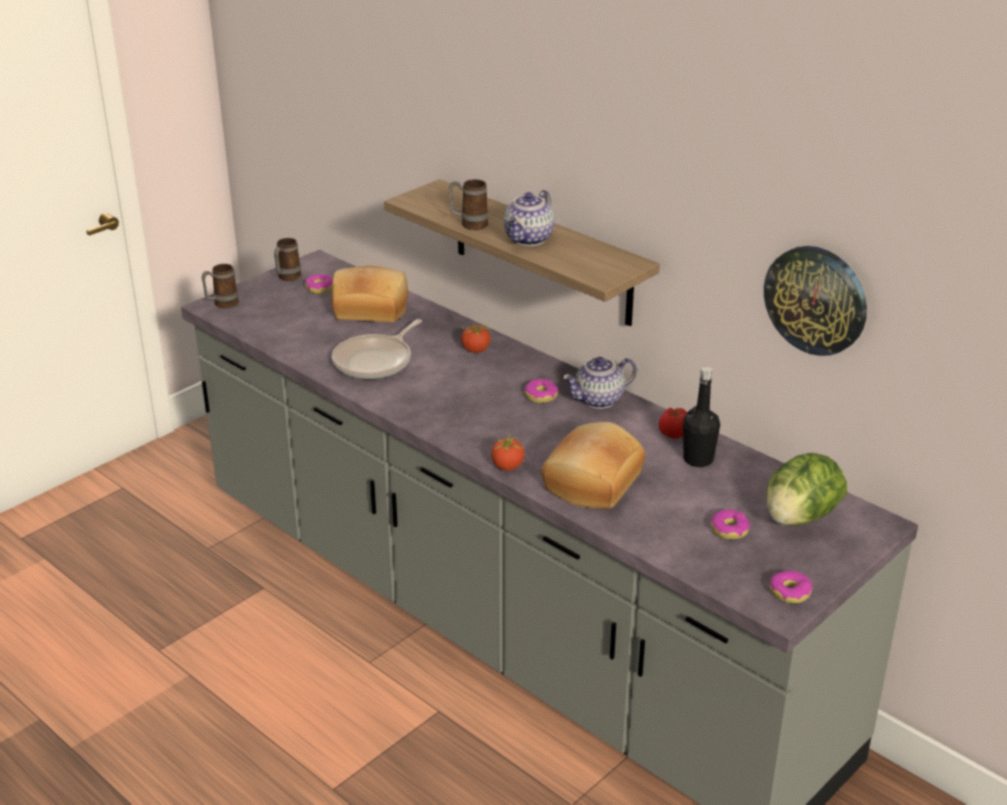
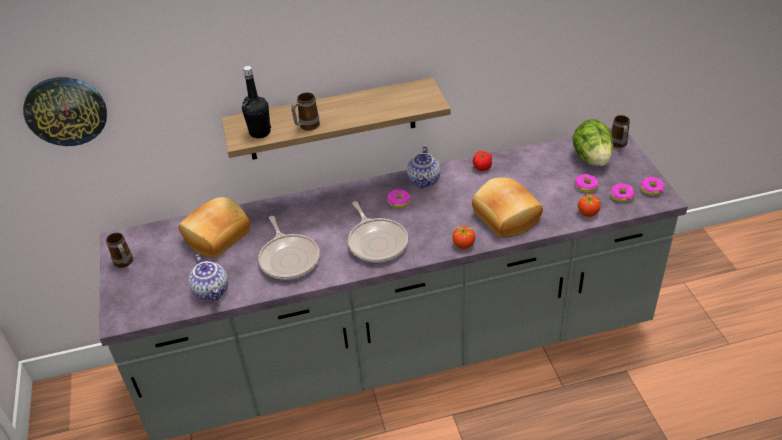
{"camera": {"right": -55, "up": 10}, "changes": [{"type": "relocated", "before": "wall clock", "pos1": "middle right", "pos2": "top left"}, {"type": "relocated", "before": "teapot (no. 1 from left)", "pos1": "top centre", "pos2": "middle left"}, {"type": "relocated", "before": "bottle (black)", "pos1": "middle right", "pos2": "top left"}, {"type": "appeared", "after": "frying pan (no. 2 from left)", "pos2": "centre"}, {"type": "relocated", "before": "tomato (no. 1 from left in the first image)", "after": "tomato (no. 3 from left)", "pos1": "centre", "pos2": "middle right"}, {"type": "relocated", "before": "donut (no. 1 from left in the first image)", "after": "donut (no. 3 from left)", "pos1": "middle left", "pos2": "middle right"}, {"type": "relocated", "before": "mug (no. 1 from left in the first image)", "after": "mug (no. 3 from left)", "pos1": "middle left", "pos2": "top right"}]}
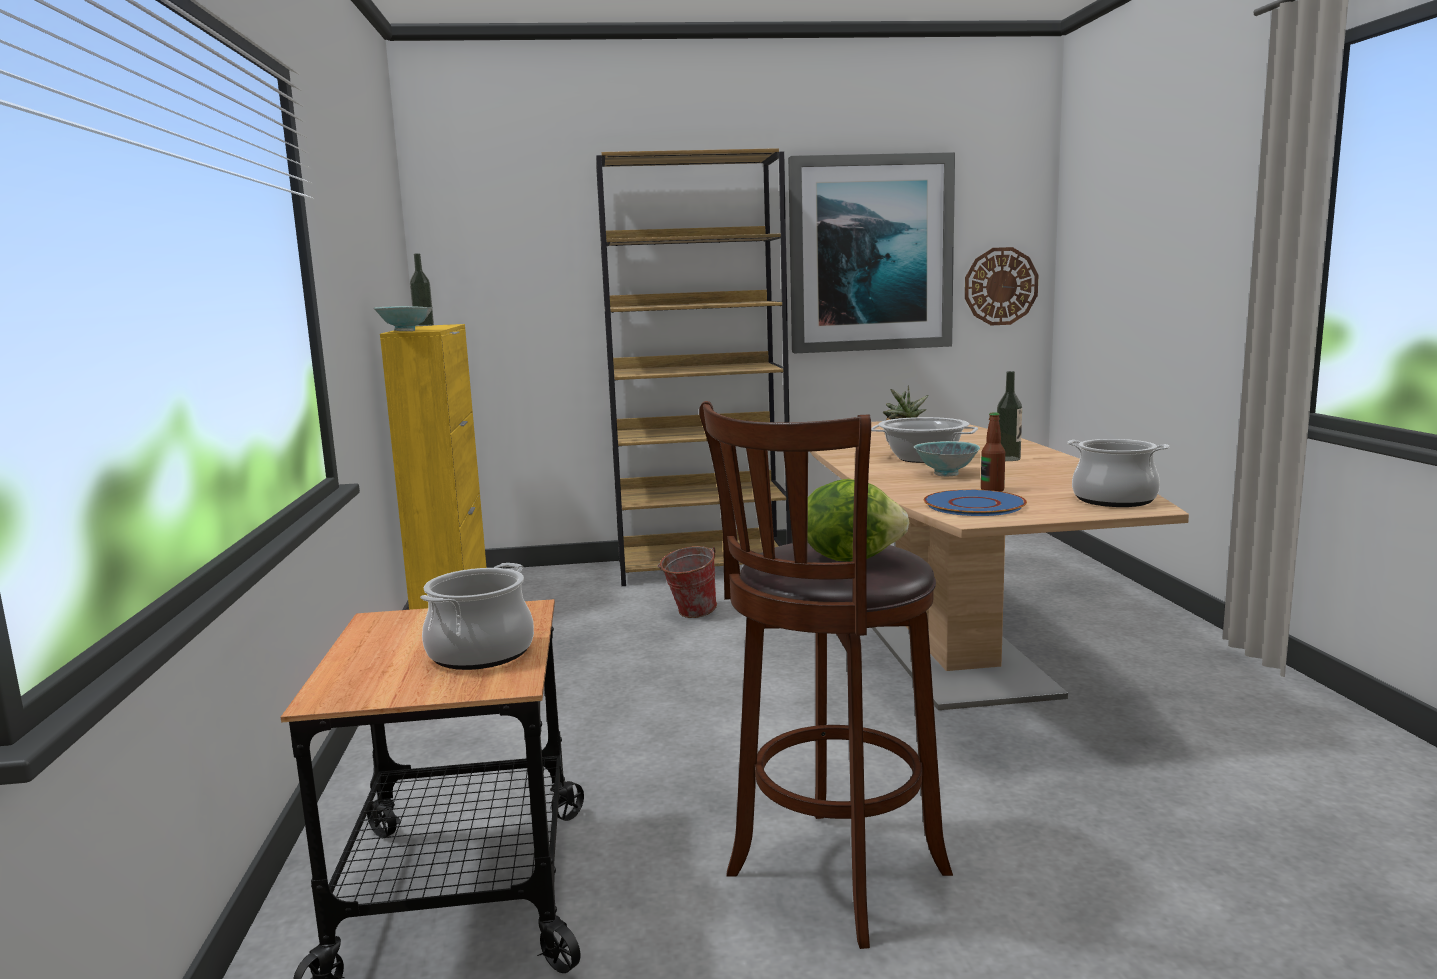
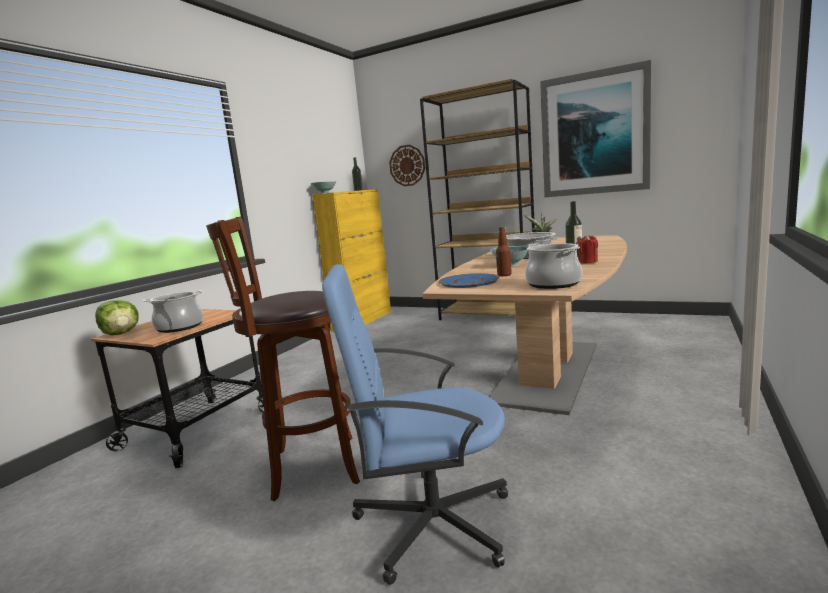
{"camera": {"right": 35, "up": 0}, "changes": [{"type": "relocated", "before": "lettuce", "pos1": "centre", "pos2": "middle left"}, {"type": "appeared", "after": "office chair (blue)", "pos2": "bottom centre"}, {"type": "relocated", "before": "wall clock", "pos1": "top right", "pos2": "top centre"}, {"type": "appeared", "after": "candle (red)", "pos2": "middle right"}, {"type": "missing", "before": "bucket", "pos1": "centre"}]}
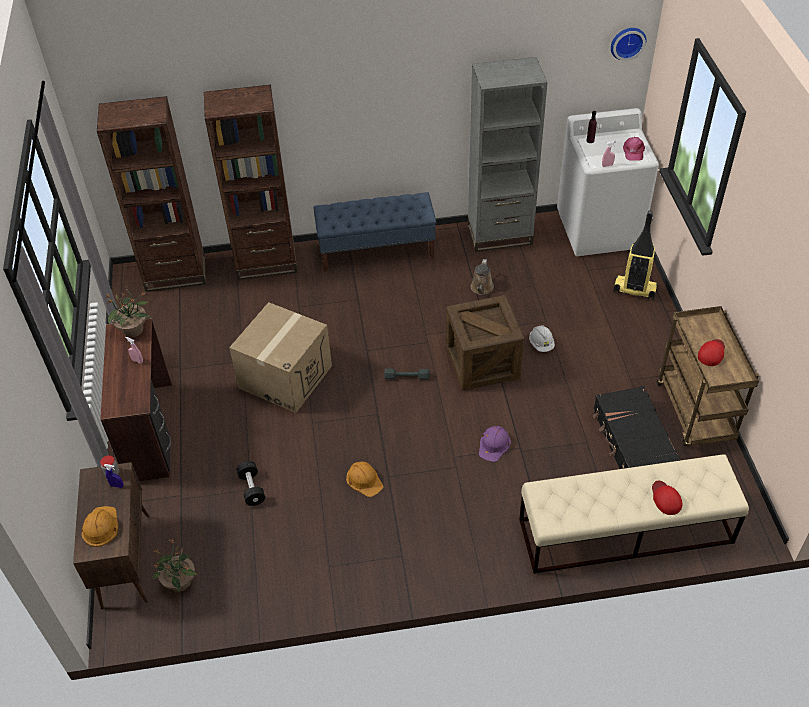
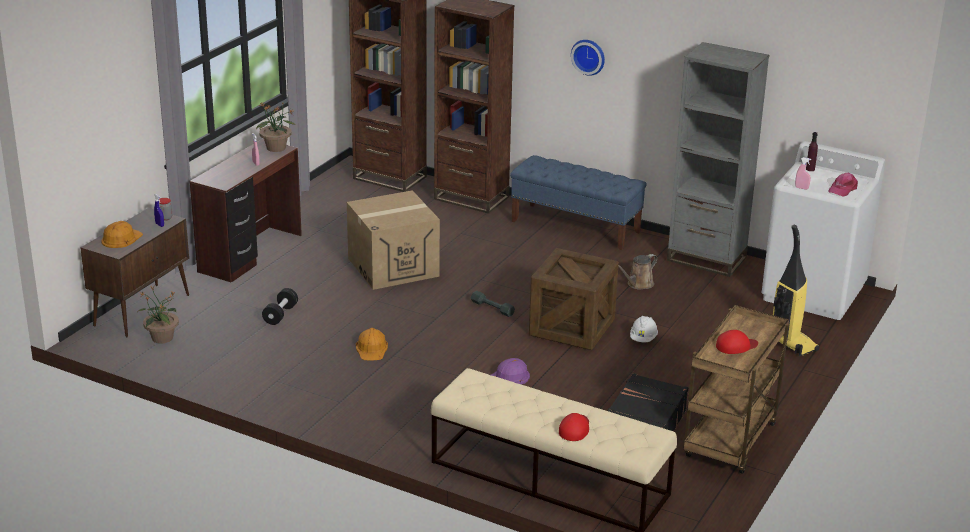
{"camera": {"right": 35, "up": -20}, "changes": [{"type": "relocated", "before": "wall clock", "pos1": "top right", "pos2": "top centre"}]}
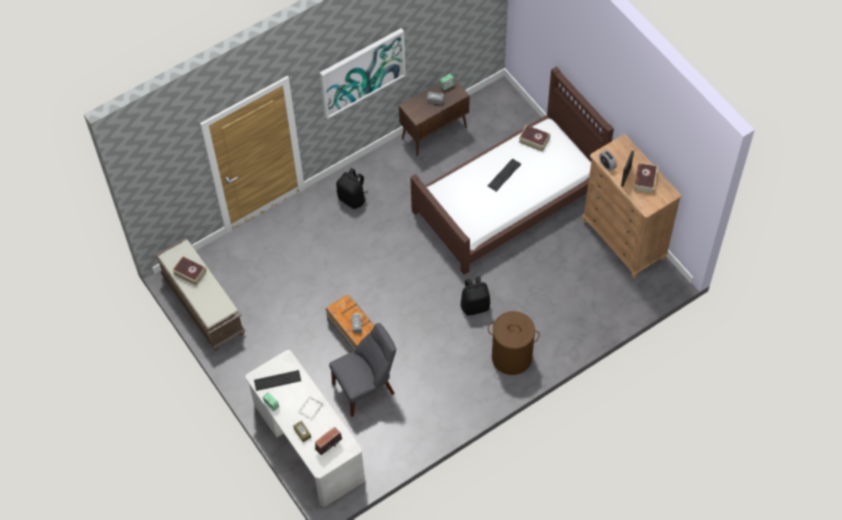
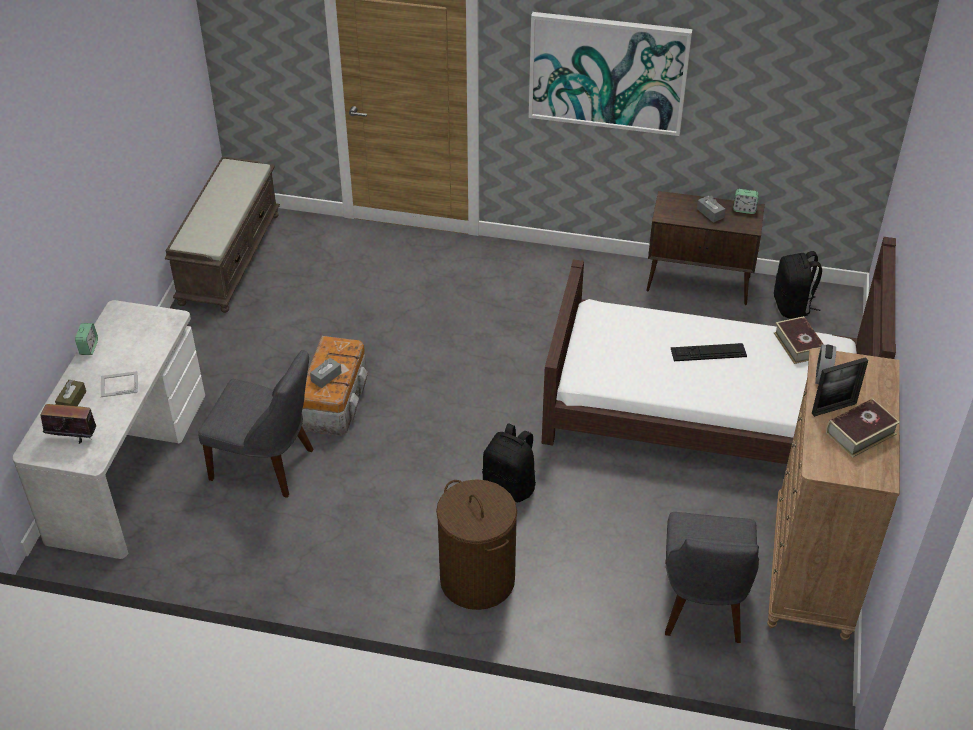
{"camera": {"right": 45, "up": -15}, "changes": [{"type": "appeared", "after": "chair (grey) (no. 2 from left)", "pos2": "bottom right"}, {"type": "relocated", "before": "backpack (black) (no. 1 from left in the first image)", "after": "backpack (black) (no. 2 from left)", "pos1": "centre", "pos2": "middle right"}, {"type": "missing", "before": "book (no. 1 from left)", "pos1": "middle left"}, {"type": "missing", "before": "keyboard (no. 1 from left)", "pos1": "bottom left"}]}
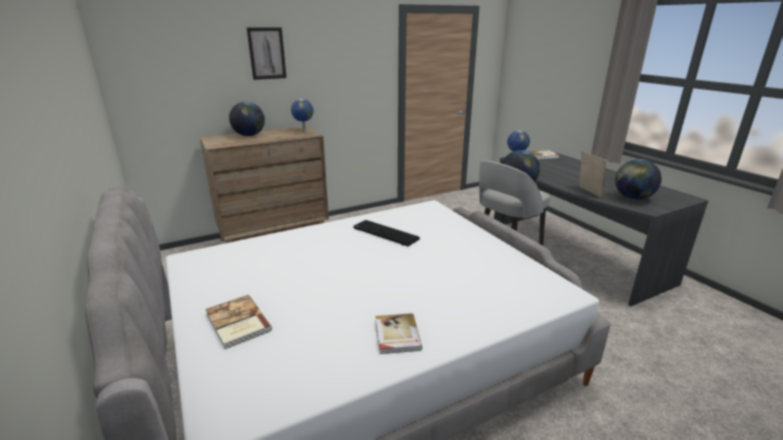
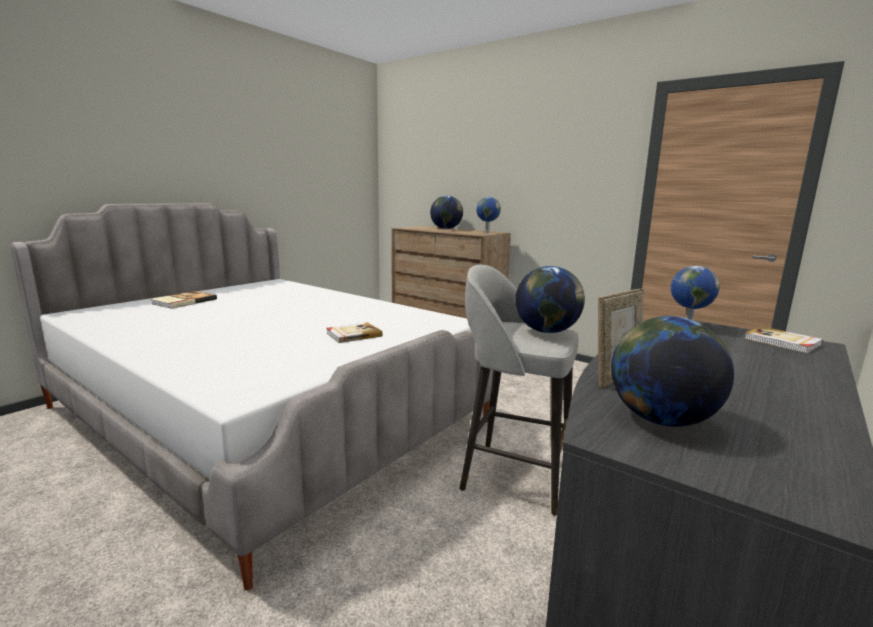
{"camera": {"right": 65, "up": -10}, "changes": [{"type": "relocated", "before": "book (no. 2 from left)", "pos1": "bottom centre", "pos2": "centre"}, {"type": "missing", "before": "picture", "pos1": "top centre"}, {"type": "missing", "before": "keyboard", "pos1": "centre"}]}
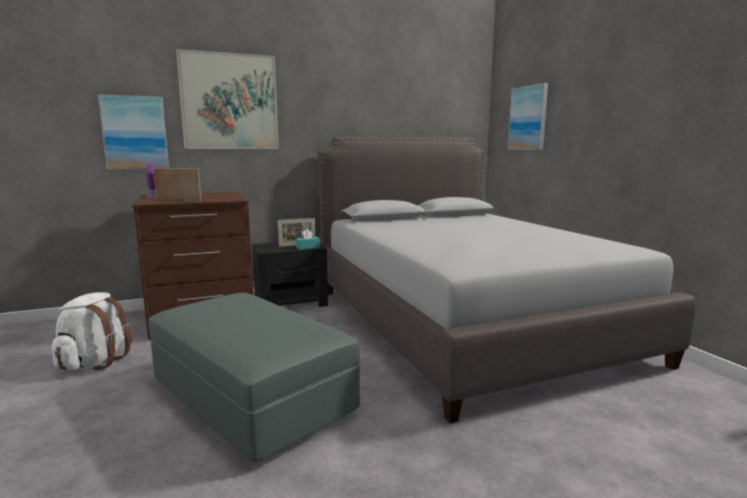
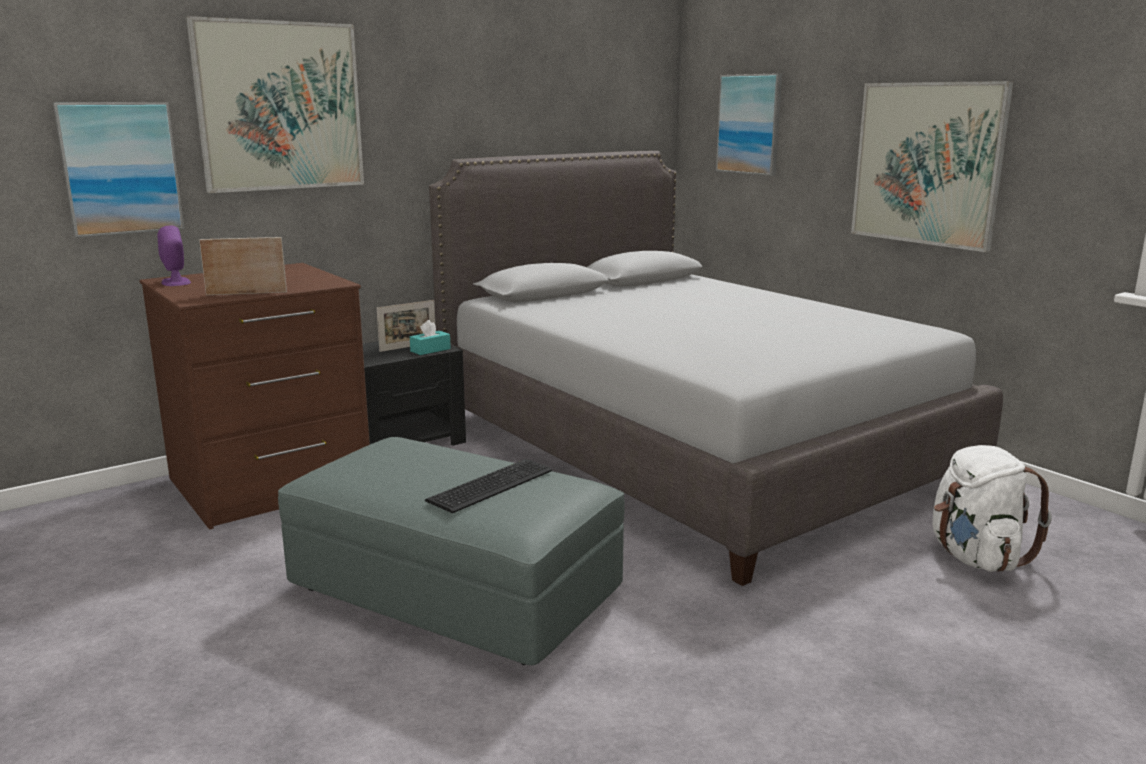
{"camera": {"right": -15, "up": 5}, "changes": [{"type": "appeared", "after": "keyboard", "pos2": "centre"}, {"type": "appeared", "after": "picture (no. 4 from left)", "pos2": "top right"}, {"type": "relocated", "before": "backpack (white)", "pos1": "middle left", "pos2": "middle right"}]}
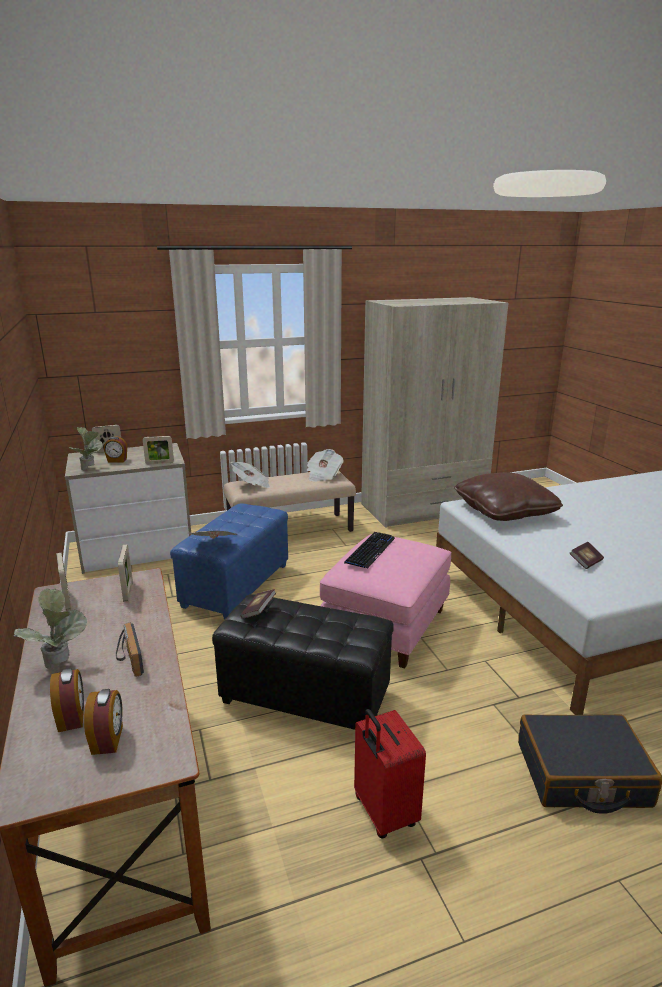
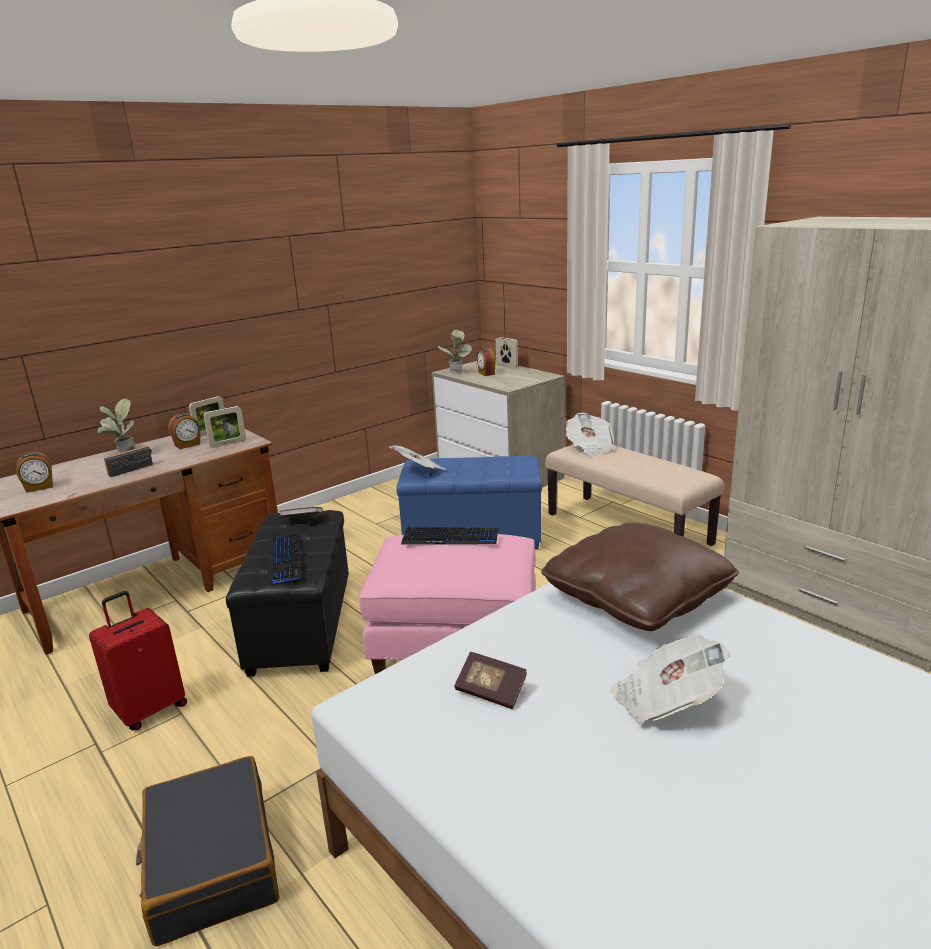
{"camera": {"right": 70, "up": 0}, "changes": [{"type": "relocated", "before": "alarm clock (no. 1 from left in the first image)", "after": "alarm clock (no. 2 from left)", "pos1": "bottom left", "pos2": "middle left"}, {"type": "appeared", "after": "keyboard (no. 1 from left)", "pos2": "middle left"}, {"type": "relocated", "before": "newspaper (no. 3 from left)", "pos1": "centre", "pos2": "bottom right"}, {"type": "missing", "before": "picture frame (no. 4 from left)", "pos1": "middle left"}]}
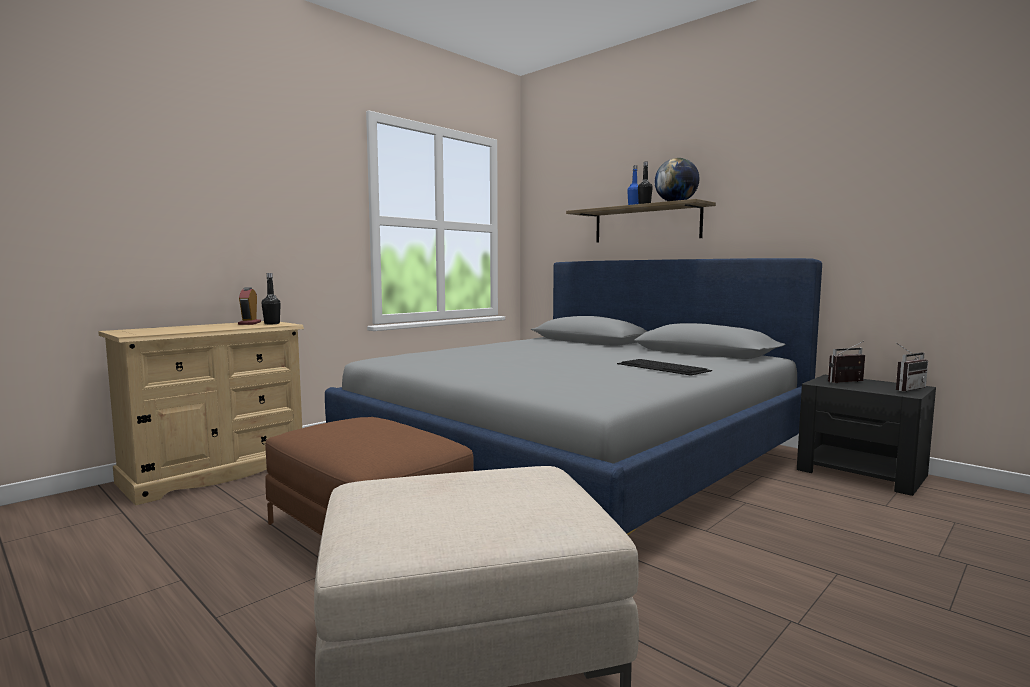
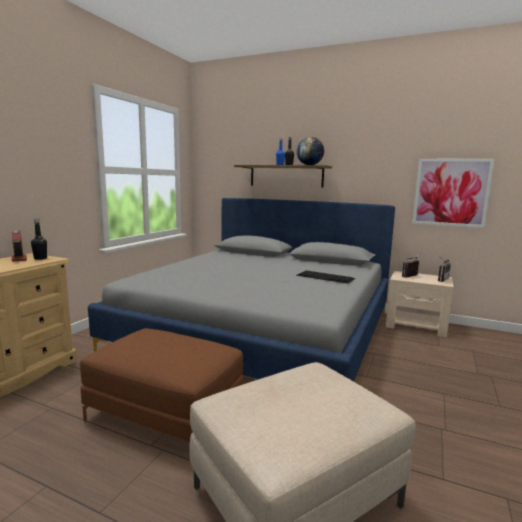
{"camera": {"right": -20, "up": 5}, "changes": [{"type": "colour", "before": "nightstand (black)", "after": "nightstand (beige)", "pos1": "middle right", "pos2": "middle right"}, {"type": "appeared", "after": "picture", "pos2": "middle right"}]}
